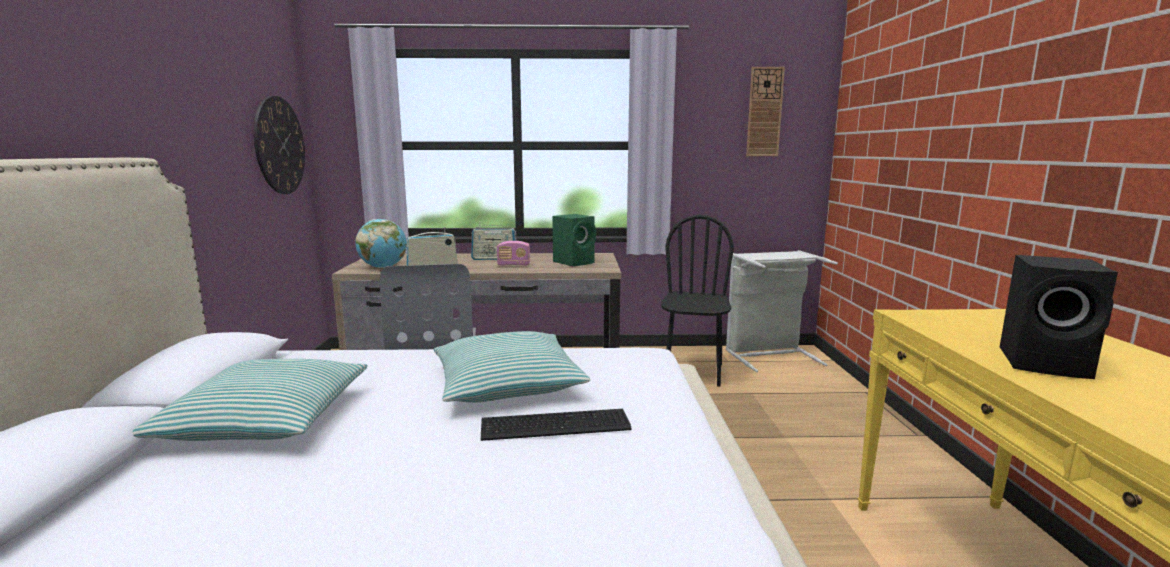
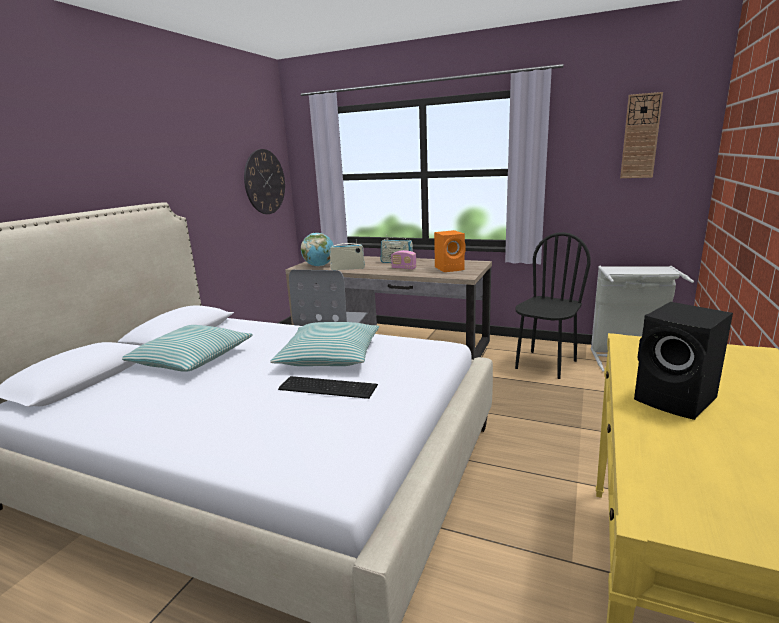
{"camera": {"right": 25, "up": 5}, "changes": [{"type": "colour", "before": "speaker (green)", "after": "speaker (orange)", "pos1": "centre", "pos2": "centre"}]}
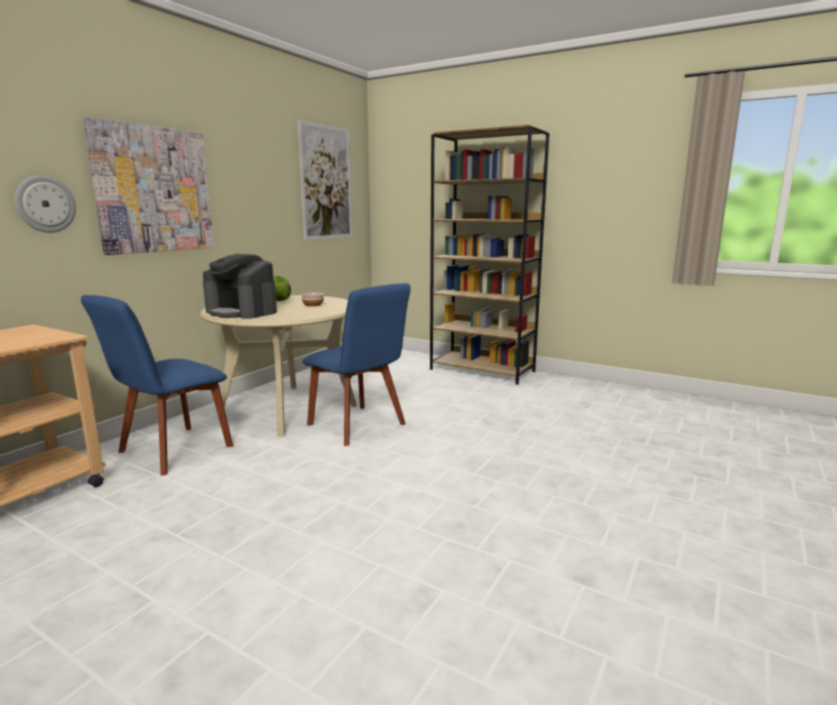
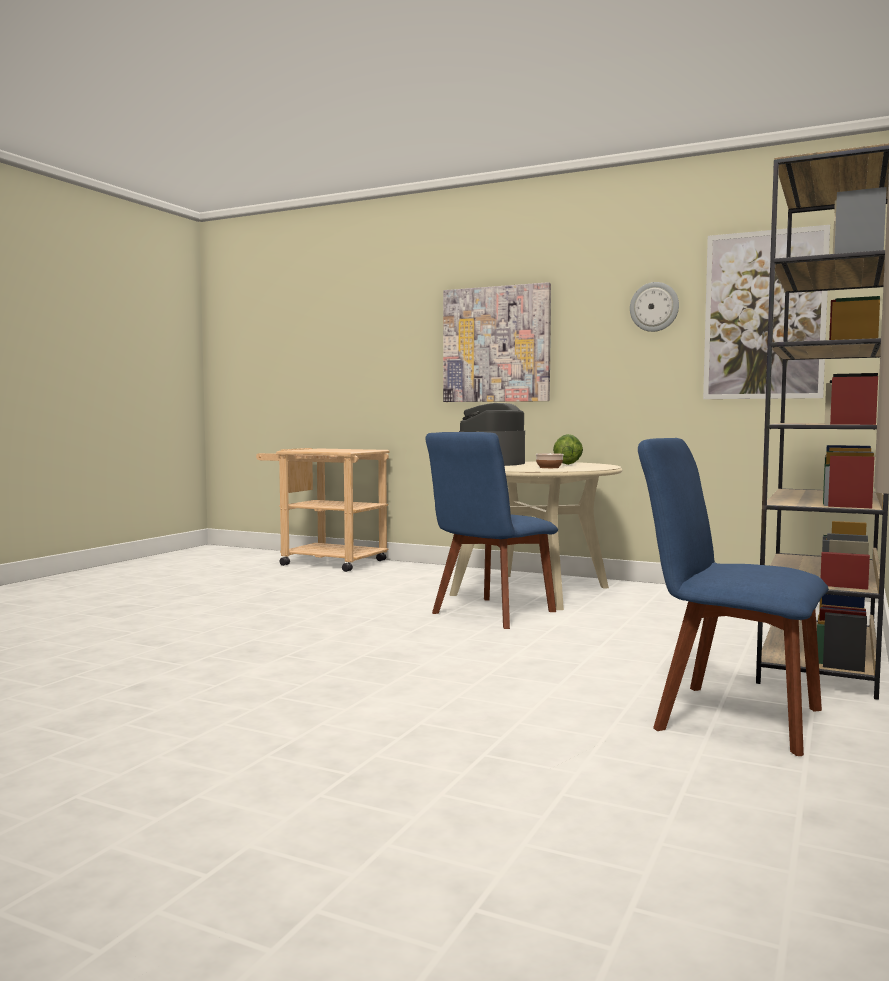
{"camera": {"right": 85, "up": -10}, "changes": [{"type": "relocated", "before": "wall clock", "pos1": "top left", "pos2": "top right"}, {"type": "relocated", "before": "chair (blue) (no. 1 from left in the first image)", "after": "chair (blue) (no. 2 from left)", "pos1": "middle left", "pos2": "middle right"}]}
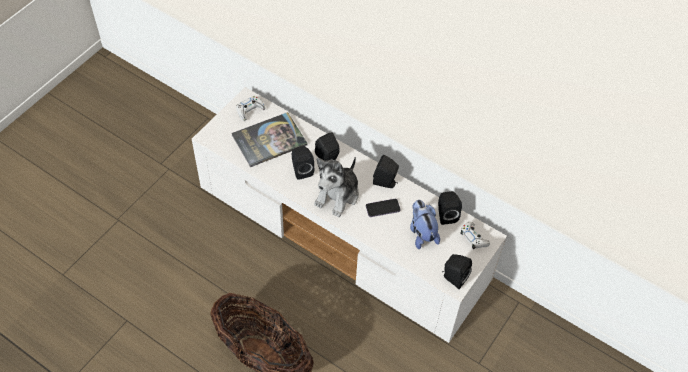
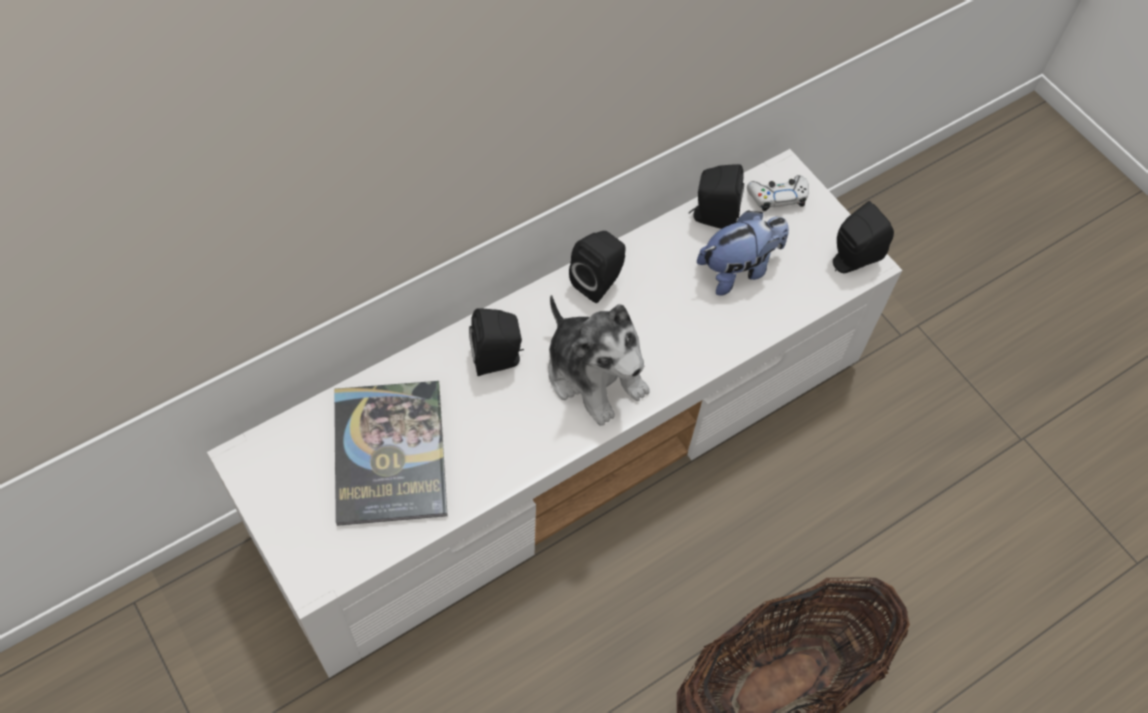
{"camera": {"right": -70, "up": 5}, "changes": [{"type": "spun", "before": "plush toy (no. 2 from left)", "pos1": "centre", "pos2": "centre", "turn": 150}, {"type": "missing", "before": "game controller (white) (no. 1 from left)", "pos1": "top centre"}, {"type": "missing", "before": "speaker (black) (no. 1 from left)", "pos1": "centre"}, {"type": "missing", "before": "phone", "pos1": "centre"}]}
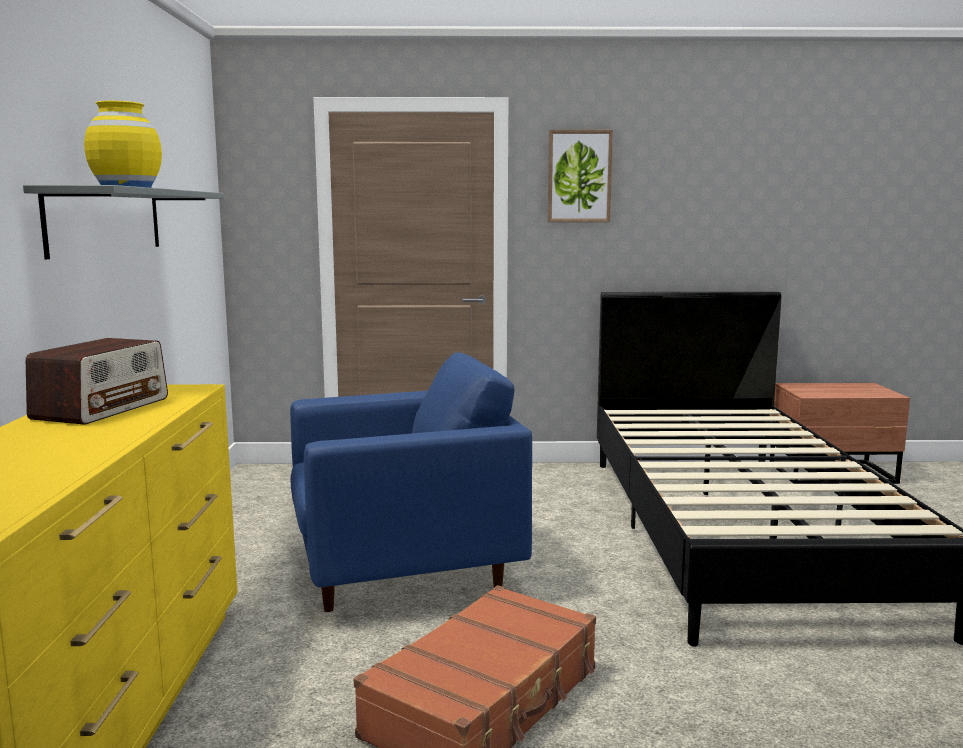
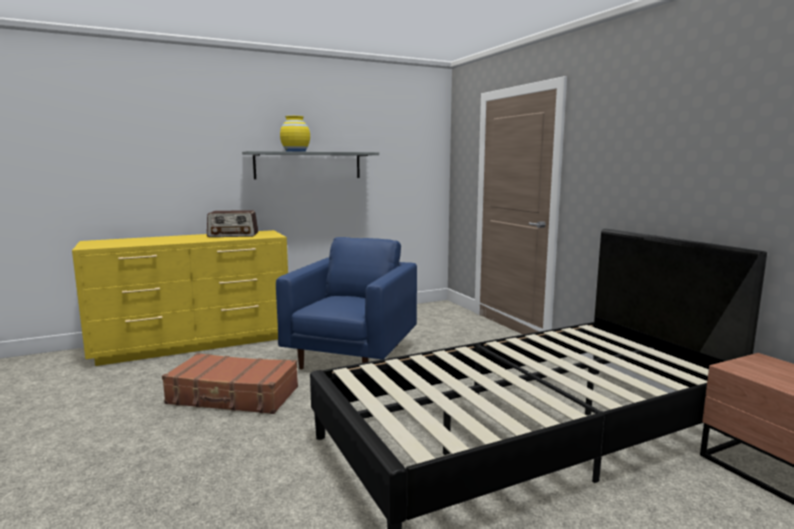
{"camera": {"right": 65, "up": 0}, "changes": [{"type": "spun", "before": "armchair (blue)", "pos1": "centre", "pos2": "centre", "turn": -120}, {"type": "missing", "before": "picture", "pos1": "top centre"}]}
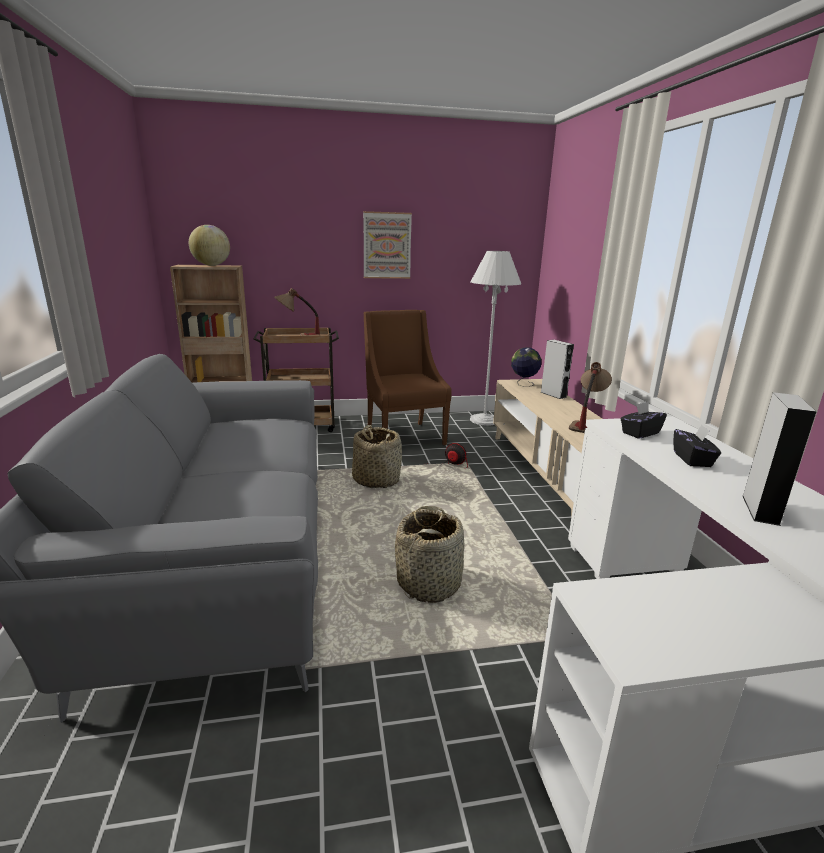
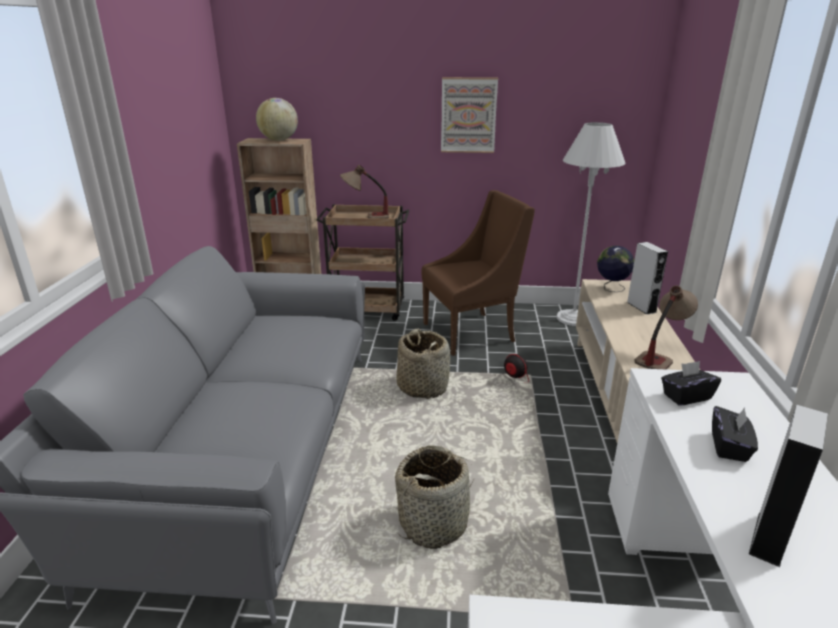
{"camera": {"right": 15, "up": 5}, "changes": [{"type": "spun", "before": "armchair (brown)", "pos1": "centre", "pos2": "centre", "turn": 75}]}
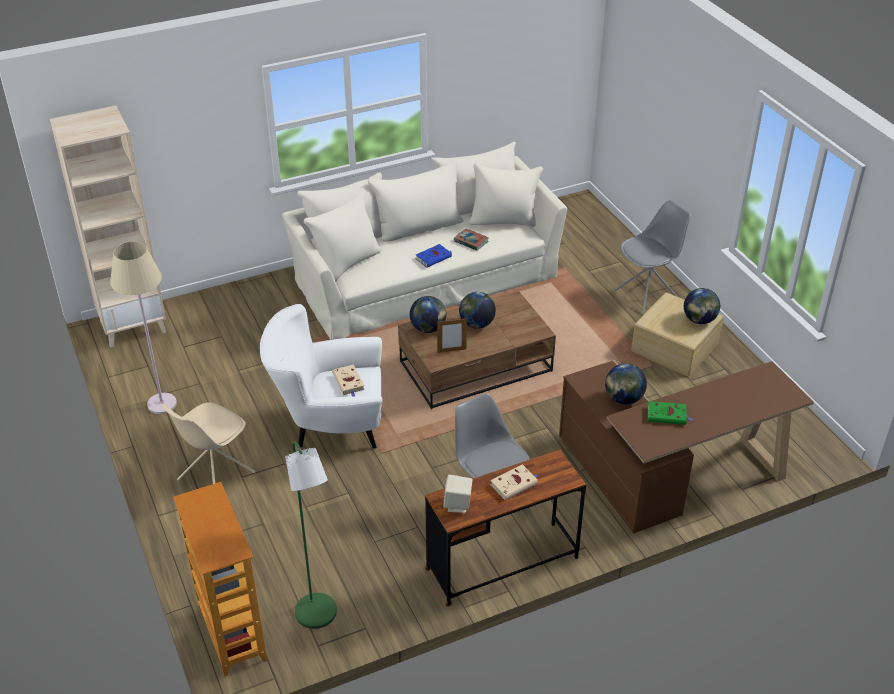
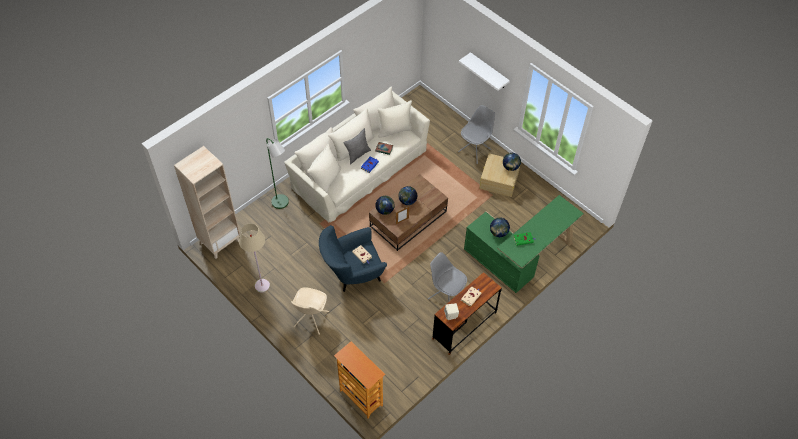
{"camera": {"right": -20, "up": 15}, "changes": [{"type": "relocated", "before": "floor lamp (green)", "pos1": "bottom centre", "pos2": "centre"}, {"type": "colour", "before": "armchair (white)", "after": "armchair (blue)", "pos1": "centre", "pos2": "centre"}, {"type": "appeared", "after": "pillow (grey)", "pos2": "top centre"}, {"type": "appeared", "after": "shelf (white)", "pos2": "top centre"}, {"type": "colour", "before": "desk (brown) (no. 2 from left)", "after": "desk (green)", "pos1": "middle right", "pos2": "centre"}]}
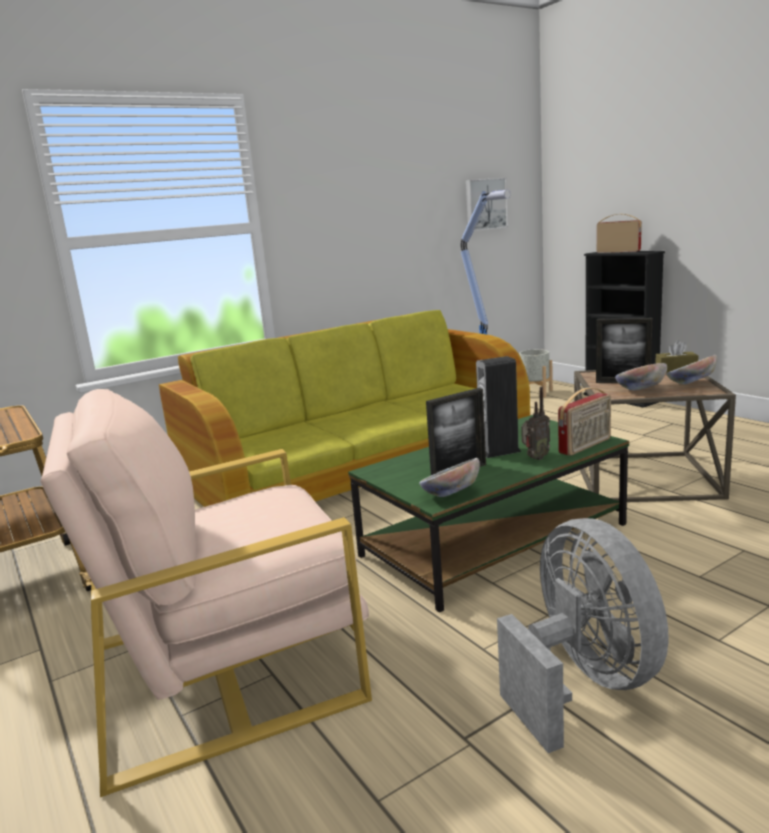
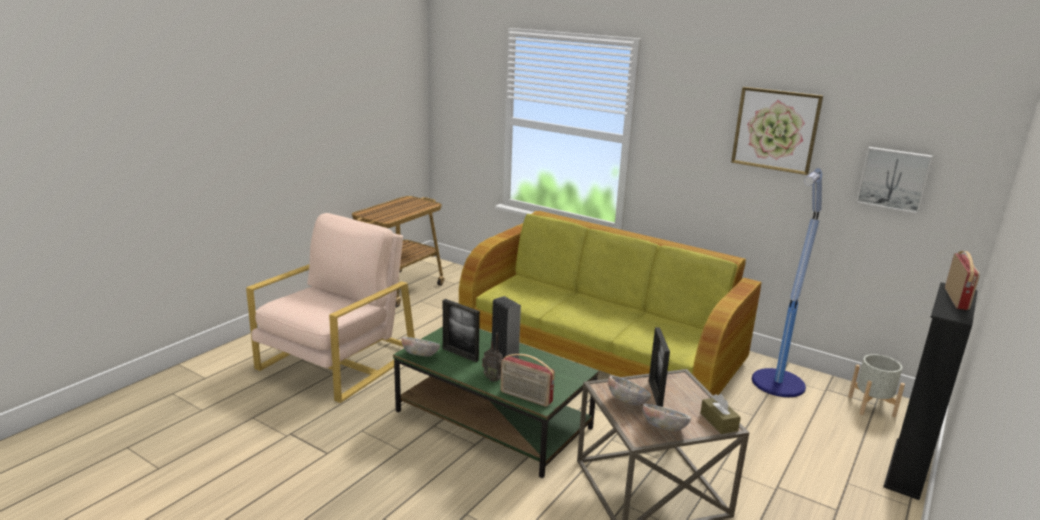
{"camera": {"right": 65, "up": 5}, "changes": [{"type": "spun", "before": "armchair (beige)", "pos1": "bottom left", "pos2": "middle left", "turn": 75}, {"type": "appeared", "after": "picture (no. 1 from left)", "pos2": "top right"}, {"type": "missing", "before": "fan (grey)", "pos1": "bottom right"}]}
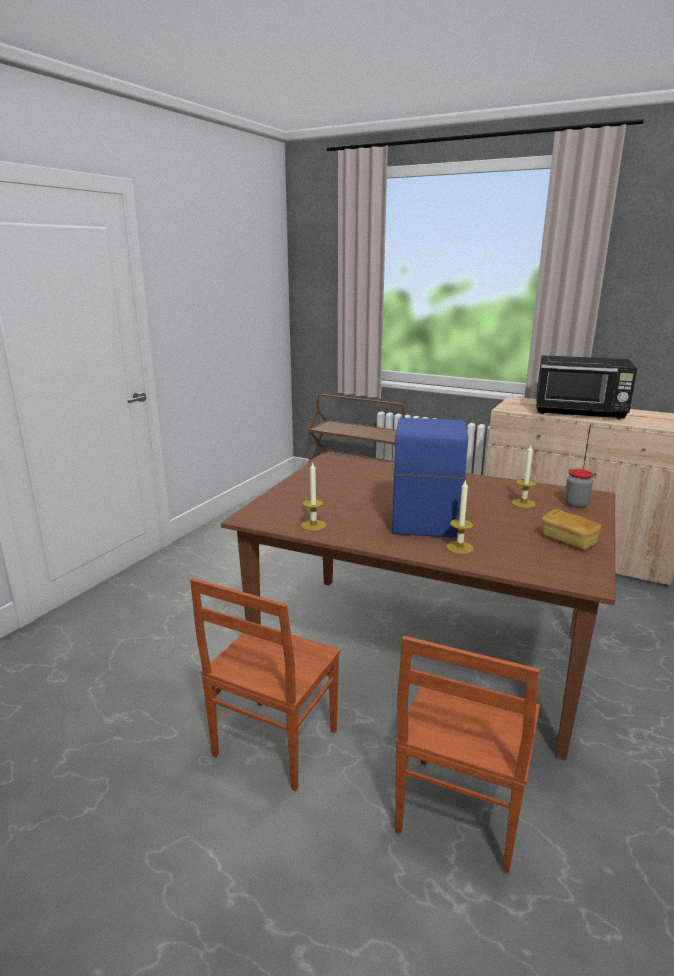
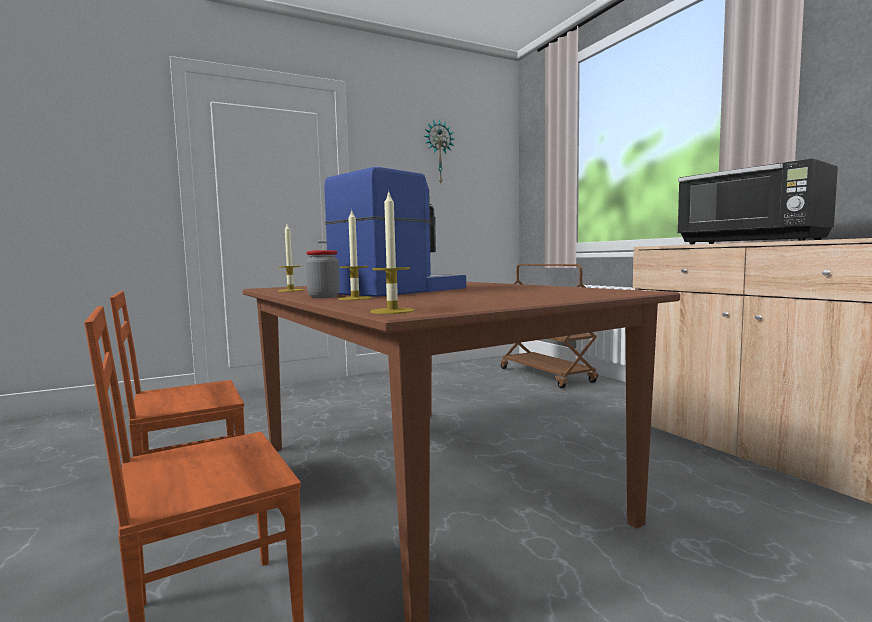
{"camera": {"right": 35, "up": -15}, "changes": [{"type": "relocated", "before": "jar", "pos1": "middle right", "pos2": "centre"}, {"type": "relocated", "before": "candle (no. 3 from left)", "pos1": "middle right", "pos2": "centre"}, {"type": "appeared", "after": "wall clock", "pos2": "top centre"}, {"type": "missing", "before": "bread", "pos1": "middle right"}]}
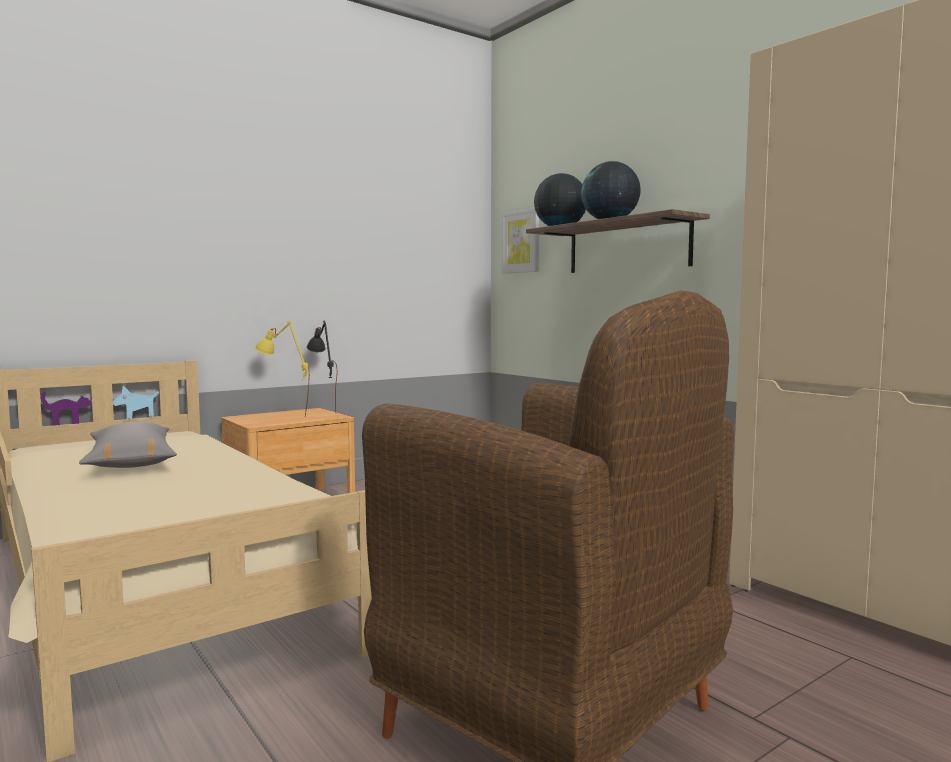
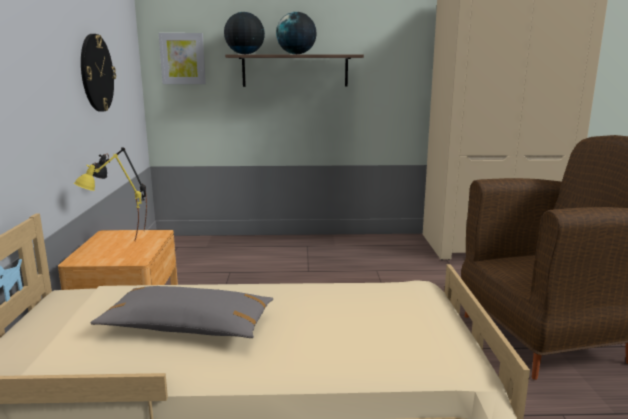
{"camera": {"right": -55, "up": 10}, "changes": [{"type": "appeared", "after": "wall clock", "pos2": "top left"}]}
